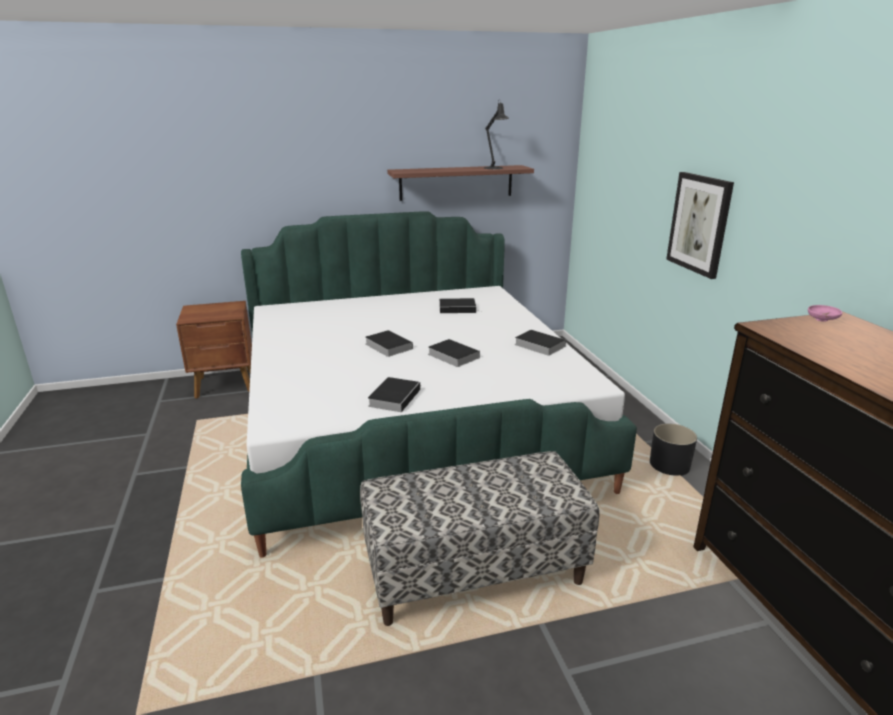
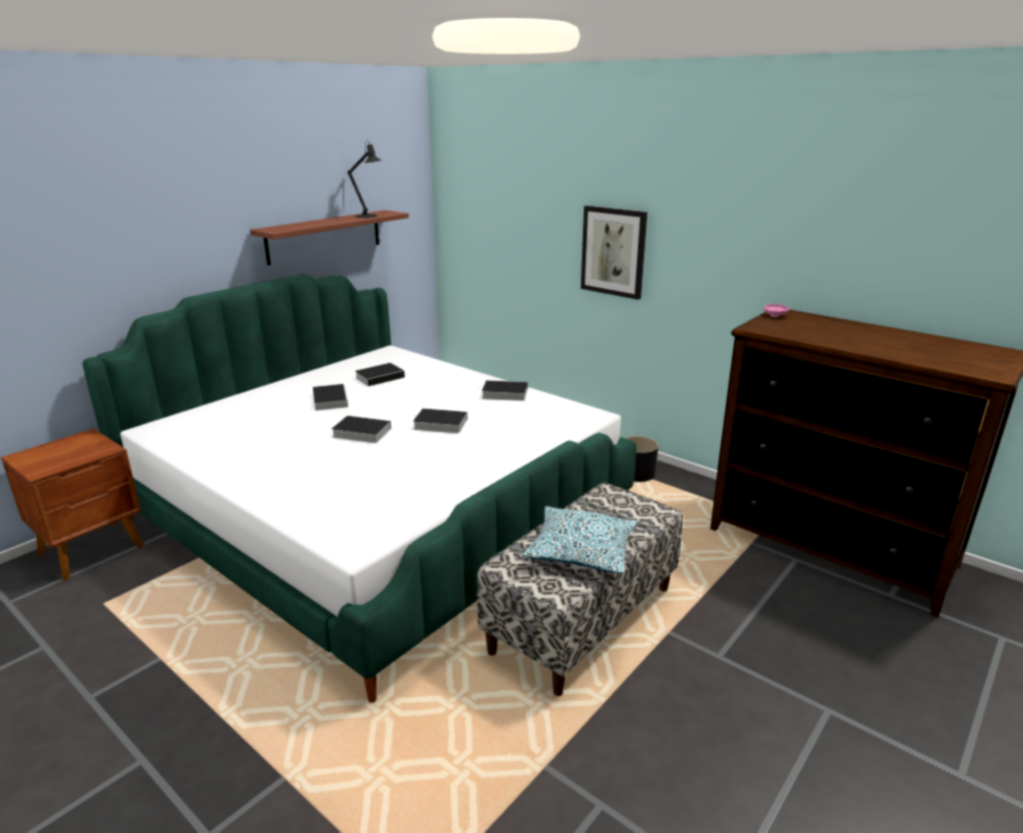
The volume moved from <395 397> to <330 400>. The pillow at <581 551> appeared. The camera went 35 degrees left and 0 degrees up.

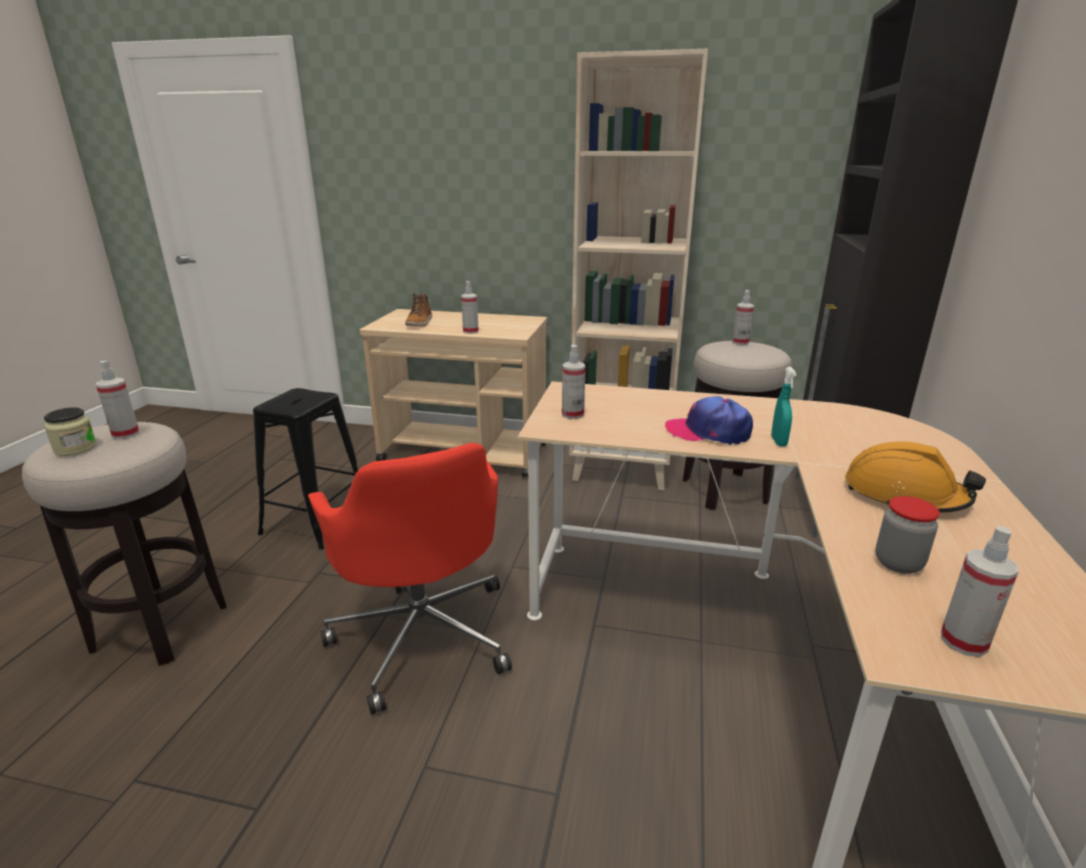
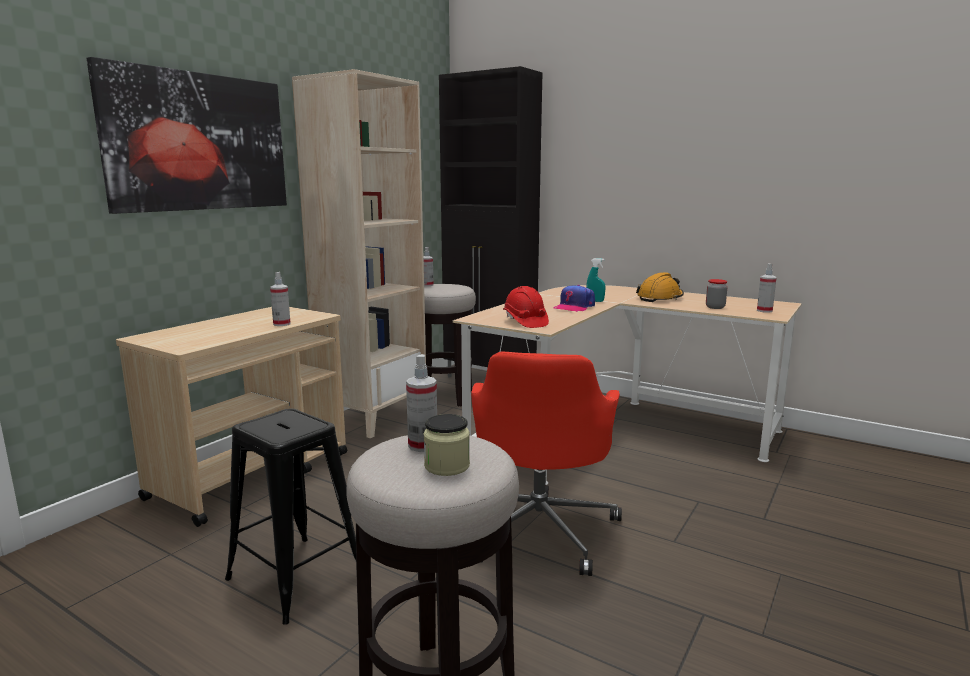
The desk chair (red) at <423 633> turned 105 degrees clockwise. The tall boot at <420 323> disappeared. The sprayer at <572 414> was replaced by the safety helmet (red) at <525 322>. The wall art at <199 142> appeared. The camera went 70 degrees left and 10 degrees down.

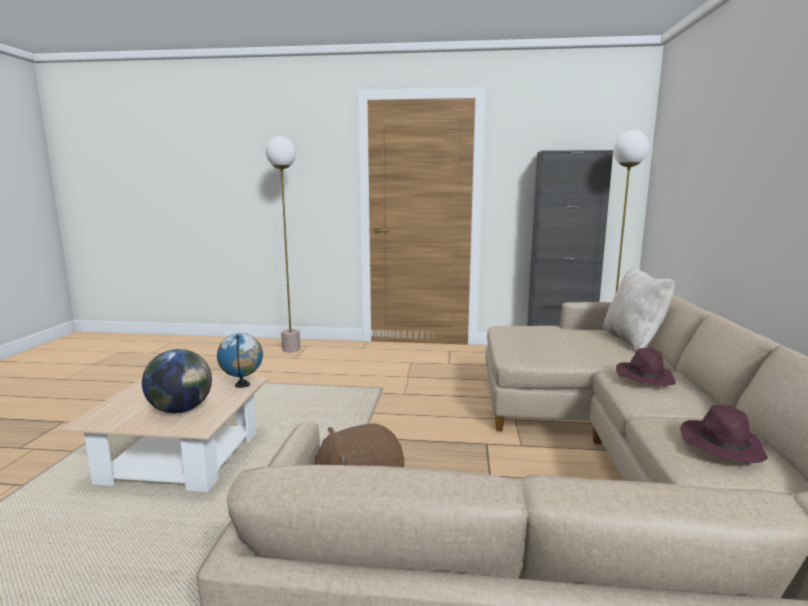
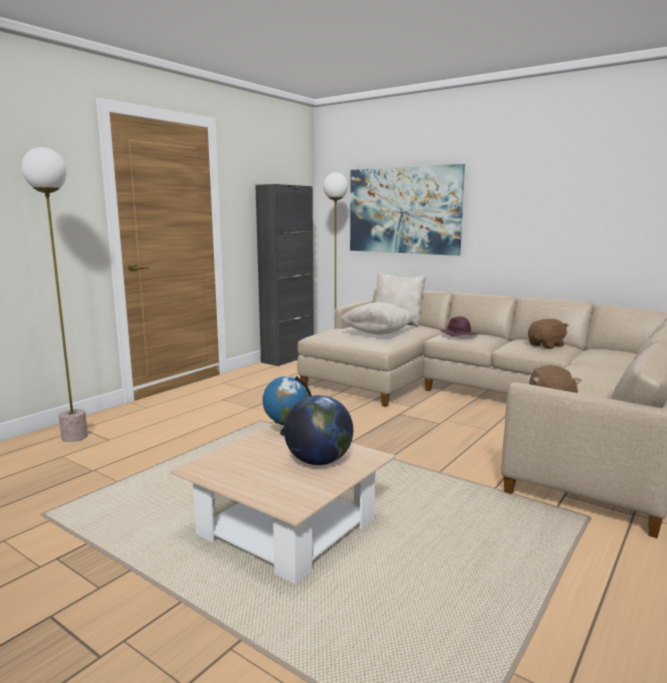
The wearable hat (purple-coloured) at <721 445> was replaced by the soft toy (brown) at <546 345>. The pillow (beige-coloured) at <378 333> appeared. The wall art at <403 210> appeared. The camera went 60 degrees left and 0 degrees up.

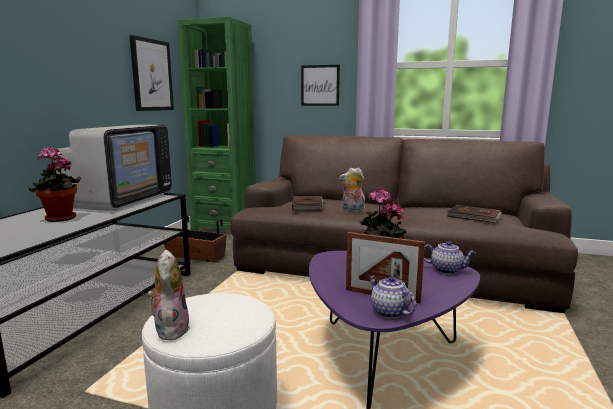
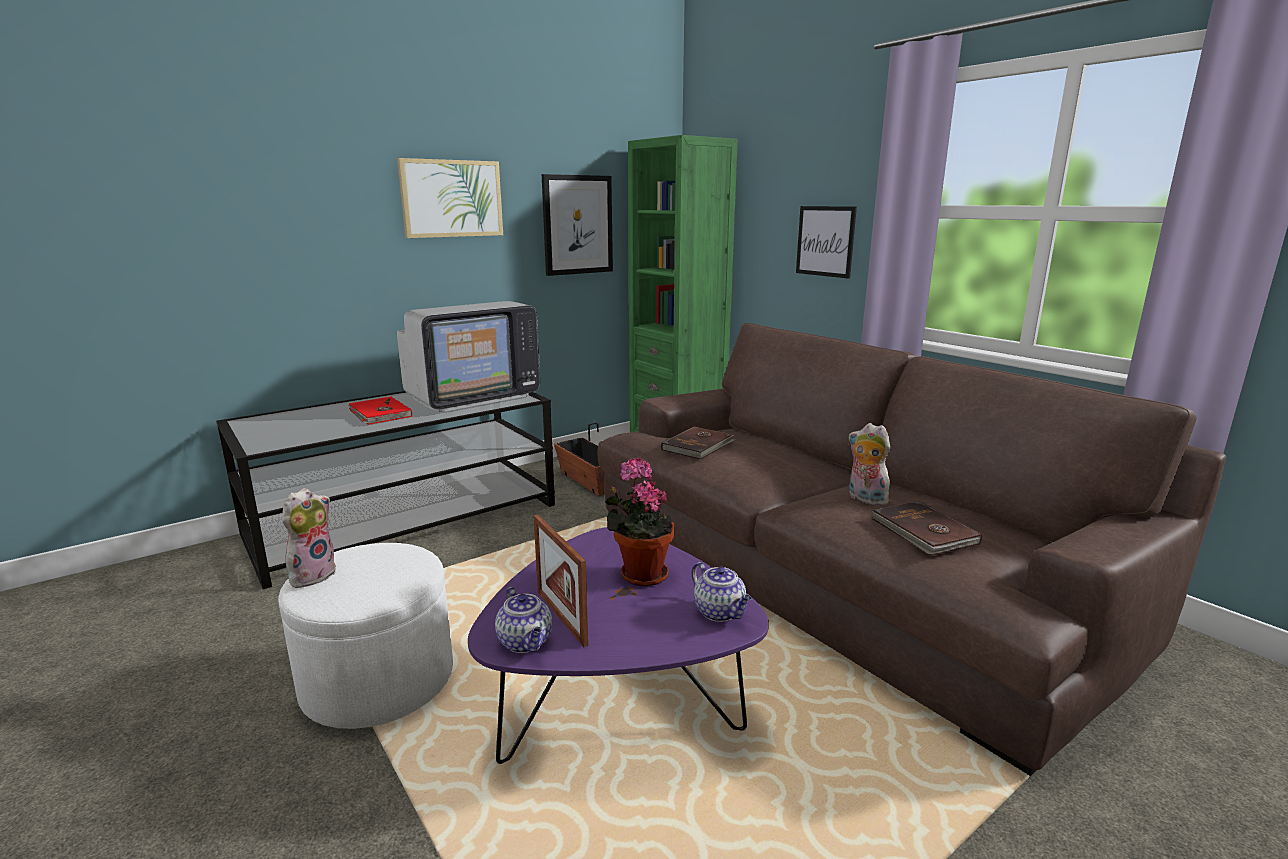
The houseplant at <60 219> was replaced by the volume (red) at <379 414>. The soft toy moved from <352 211> to <865 499>. The pot for tea at <389 312> turned 150 degrees clockwise. The wall art at <452 198> appeared. The camera went 35 degrees right and 5 degrees up.

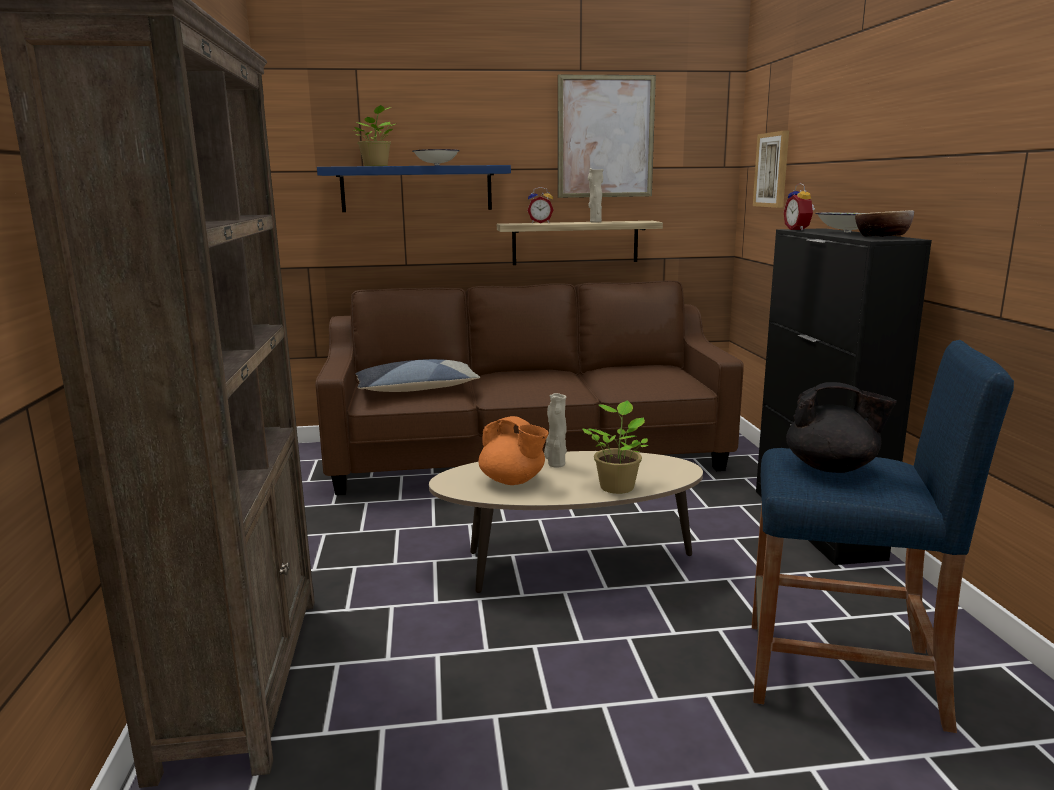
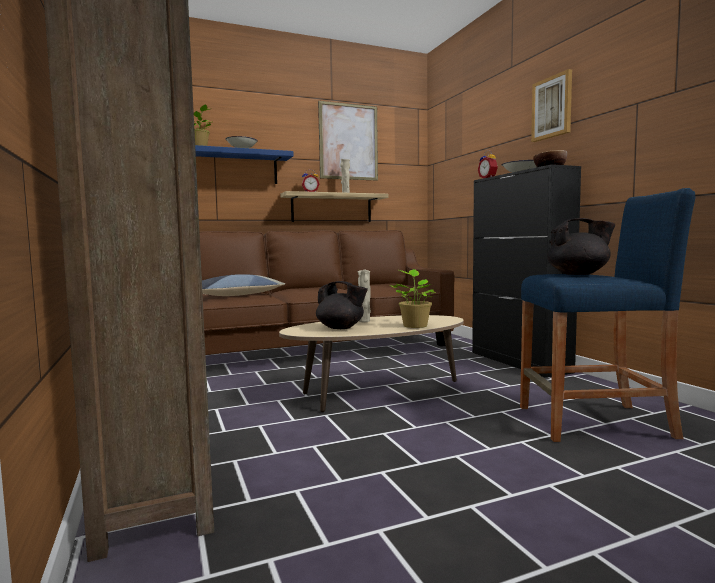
The pot for tea (orange-coloured) at <513 481> became the pot for tea (blackish) at <341 328>. The wall art moved from <772 170> to <552 107>. The camera went 15 degrees left and 10 degrees down.

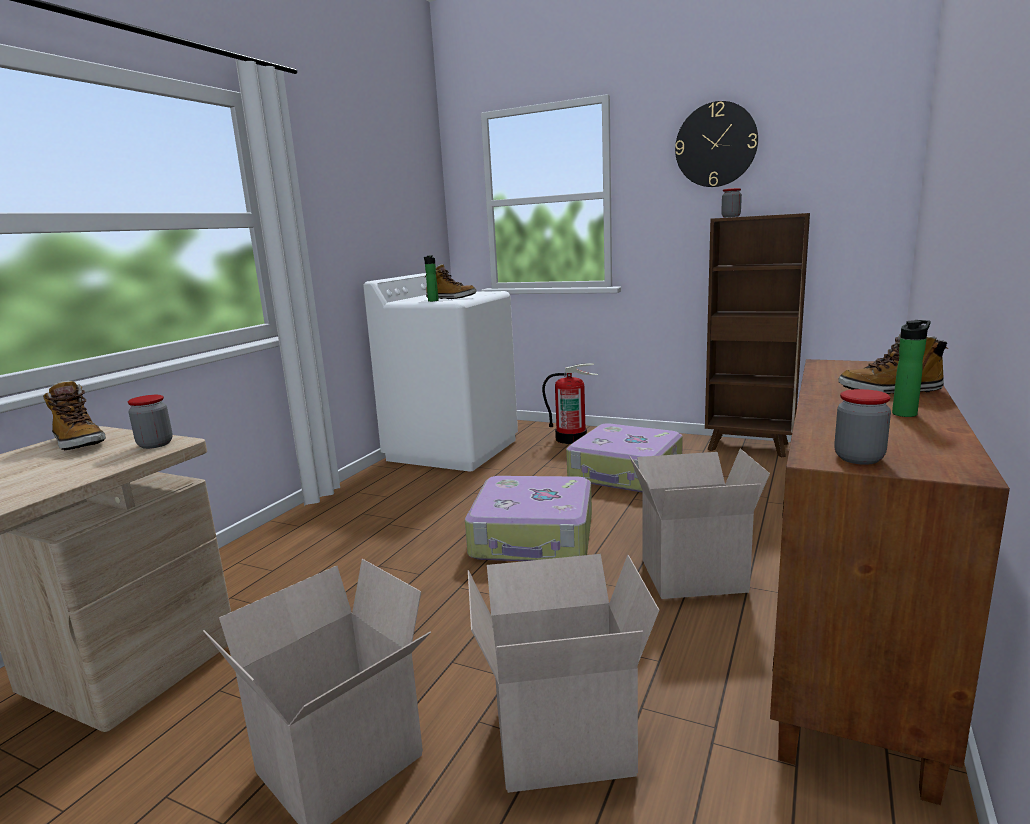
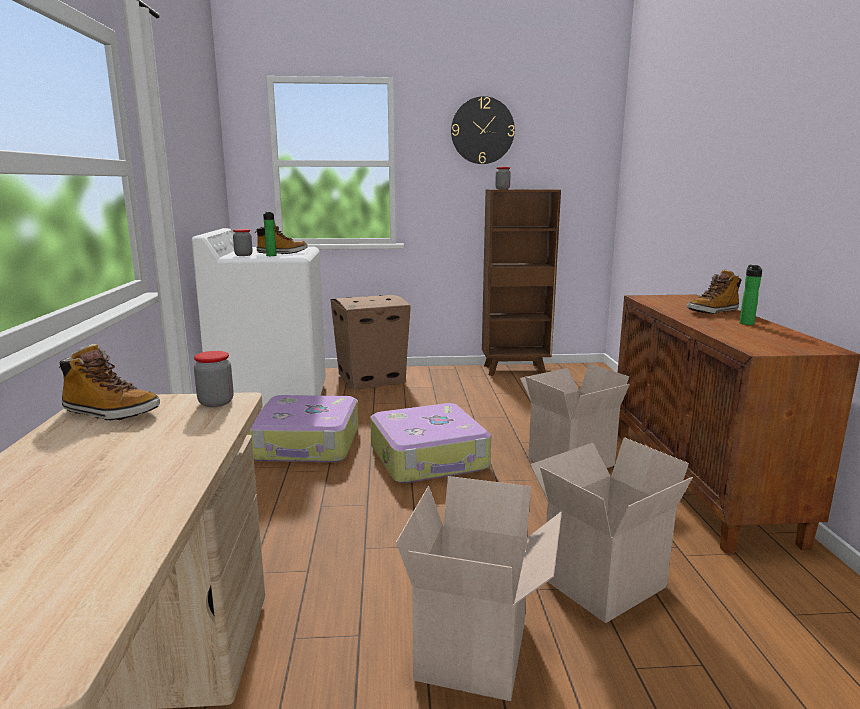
The fire extinguisher at <571 438> was replaced by the carton at <372 378>. The suitcase moved from <625 473> to <307 444>. The jar moved from <859 458> to <243 255>. The camera went 30 degrees left and 0 degrees up.

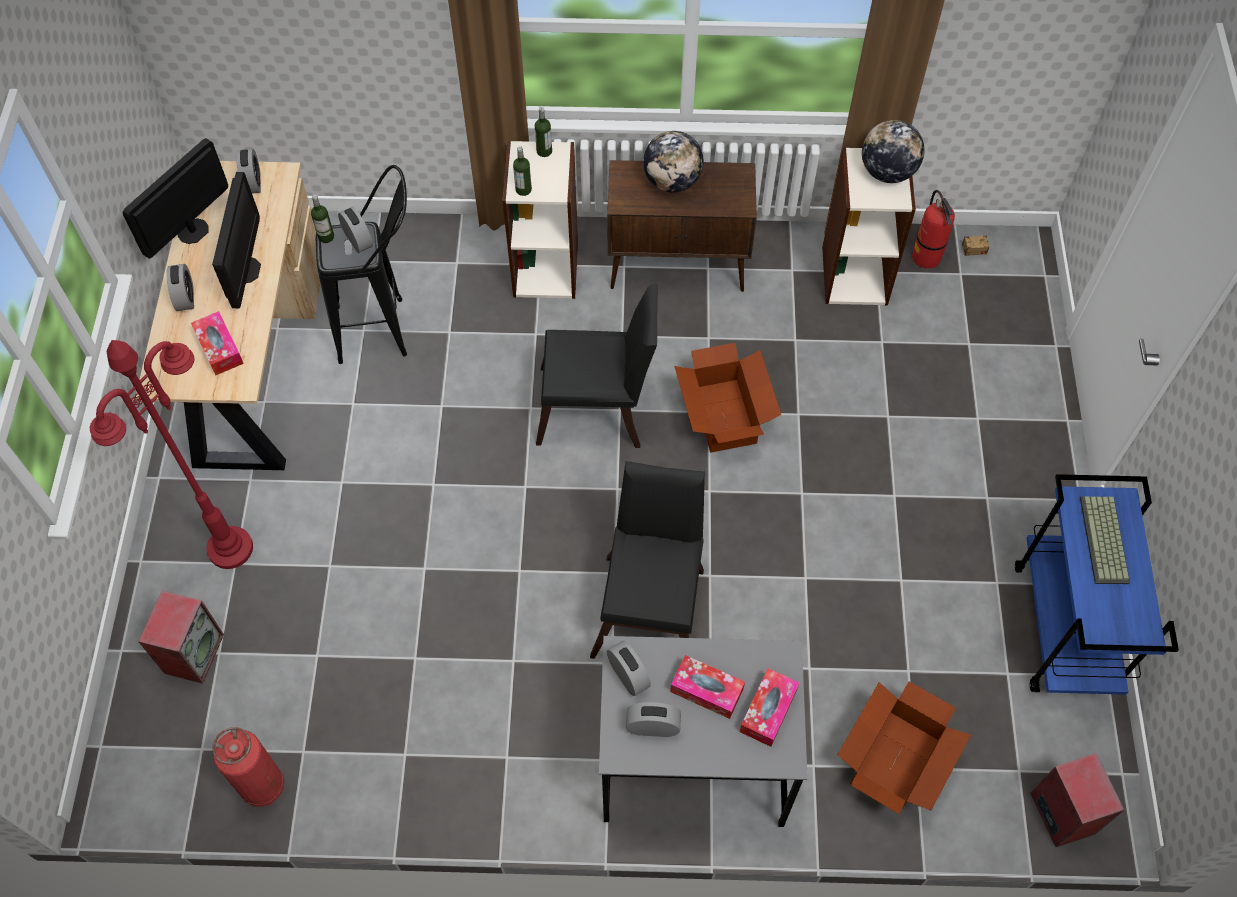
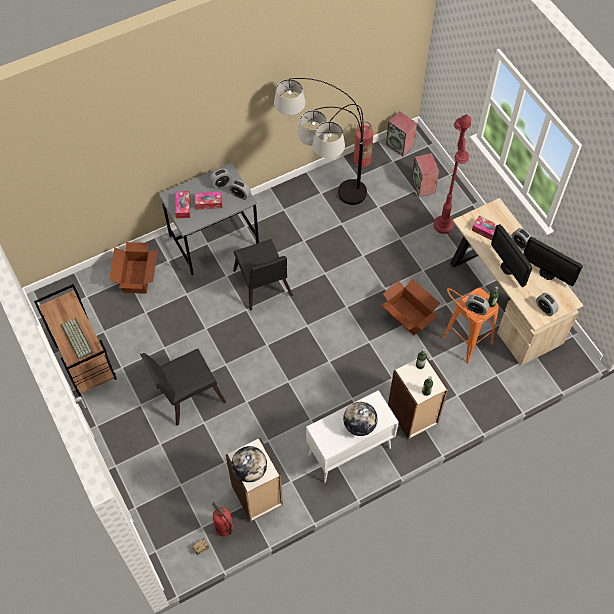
The monitor at <193 231> turned 120 degrees clockwise. The sitting stool (blackish) at <385 329> became the sitting stool (orange-coloured) at <461 344>. The plain chair (blackish) moved from <599 409> to <186 395>. The storage cabinet (brown) at <678 267> became the storage cabinet (whitish) at <349 452>. The carton moved from <724 415> to <408 316>. The cart (blue) at <1065 629> became the cart (brown) at <85 362>. The speaker moved from <1061 812> to <400 145>. The standard lamp at <323 210> appeared. The camera went 150 degrees right and 0 degrees up.

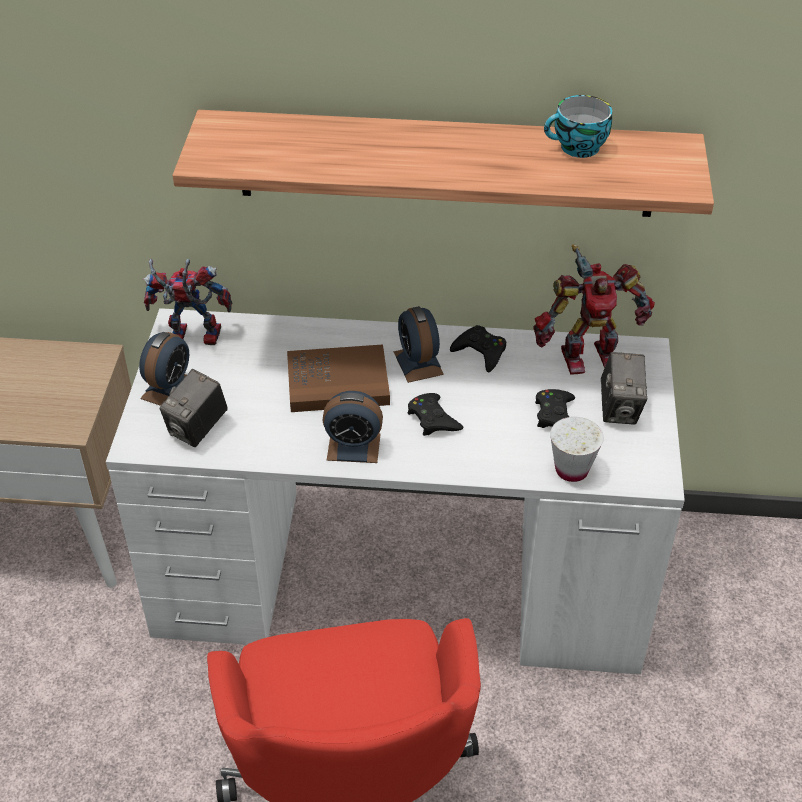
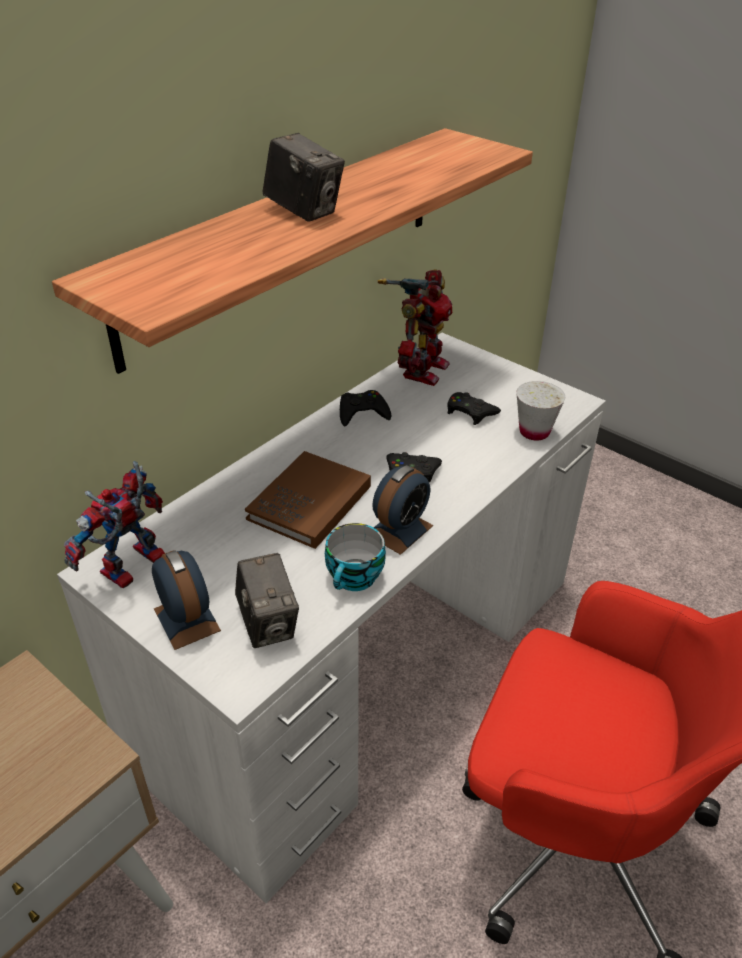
The alarm clock at <418 363> disappeared. The small cup moved from <577 148> to <355 579>. The photo camera moved from <620 409> to <304 211>. The camera went 55 degrees left and 5 degrees down.

